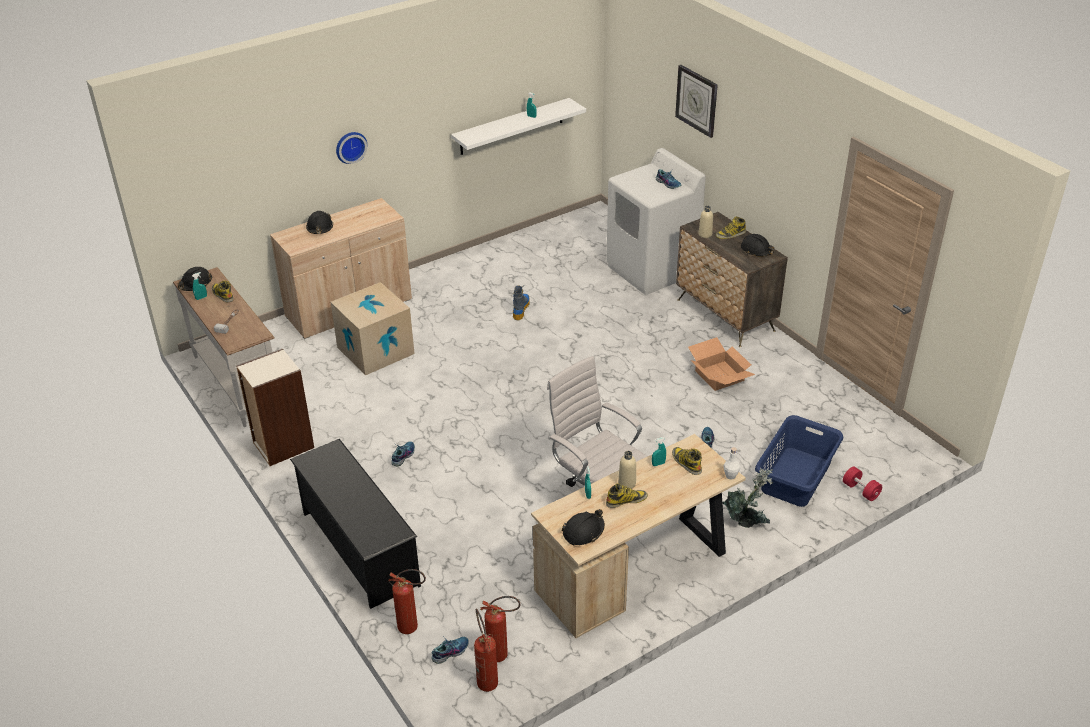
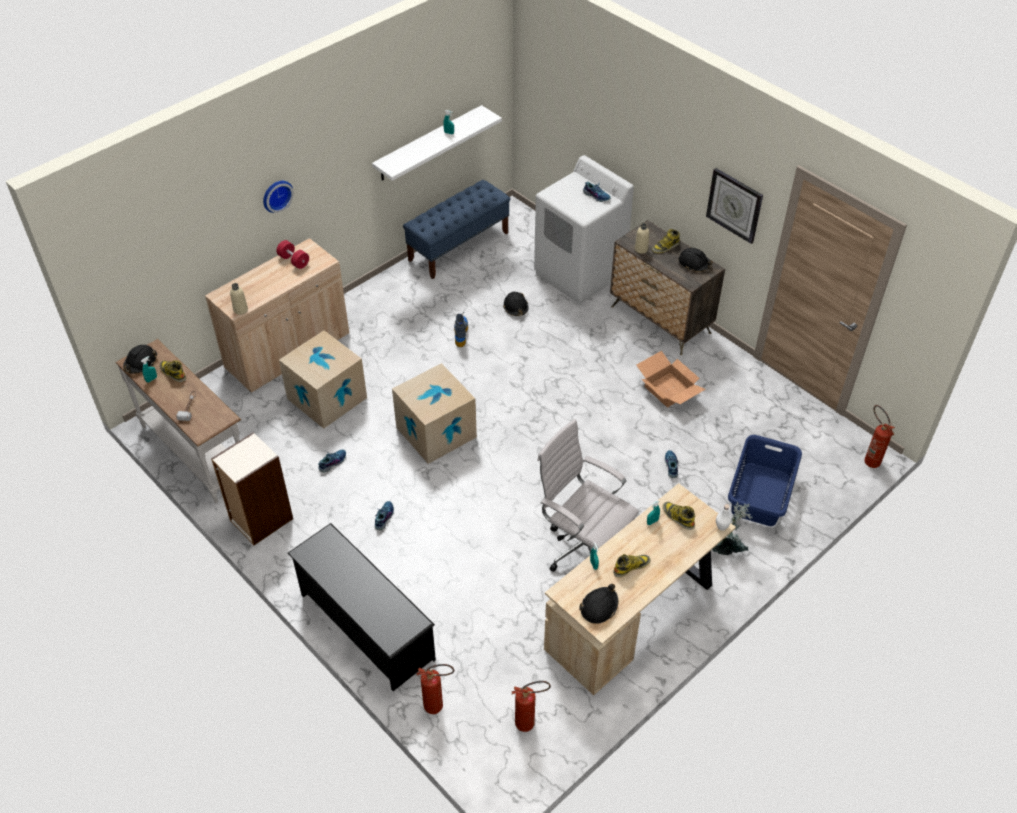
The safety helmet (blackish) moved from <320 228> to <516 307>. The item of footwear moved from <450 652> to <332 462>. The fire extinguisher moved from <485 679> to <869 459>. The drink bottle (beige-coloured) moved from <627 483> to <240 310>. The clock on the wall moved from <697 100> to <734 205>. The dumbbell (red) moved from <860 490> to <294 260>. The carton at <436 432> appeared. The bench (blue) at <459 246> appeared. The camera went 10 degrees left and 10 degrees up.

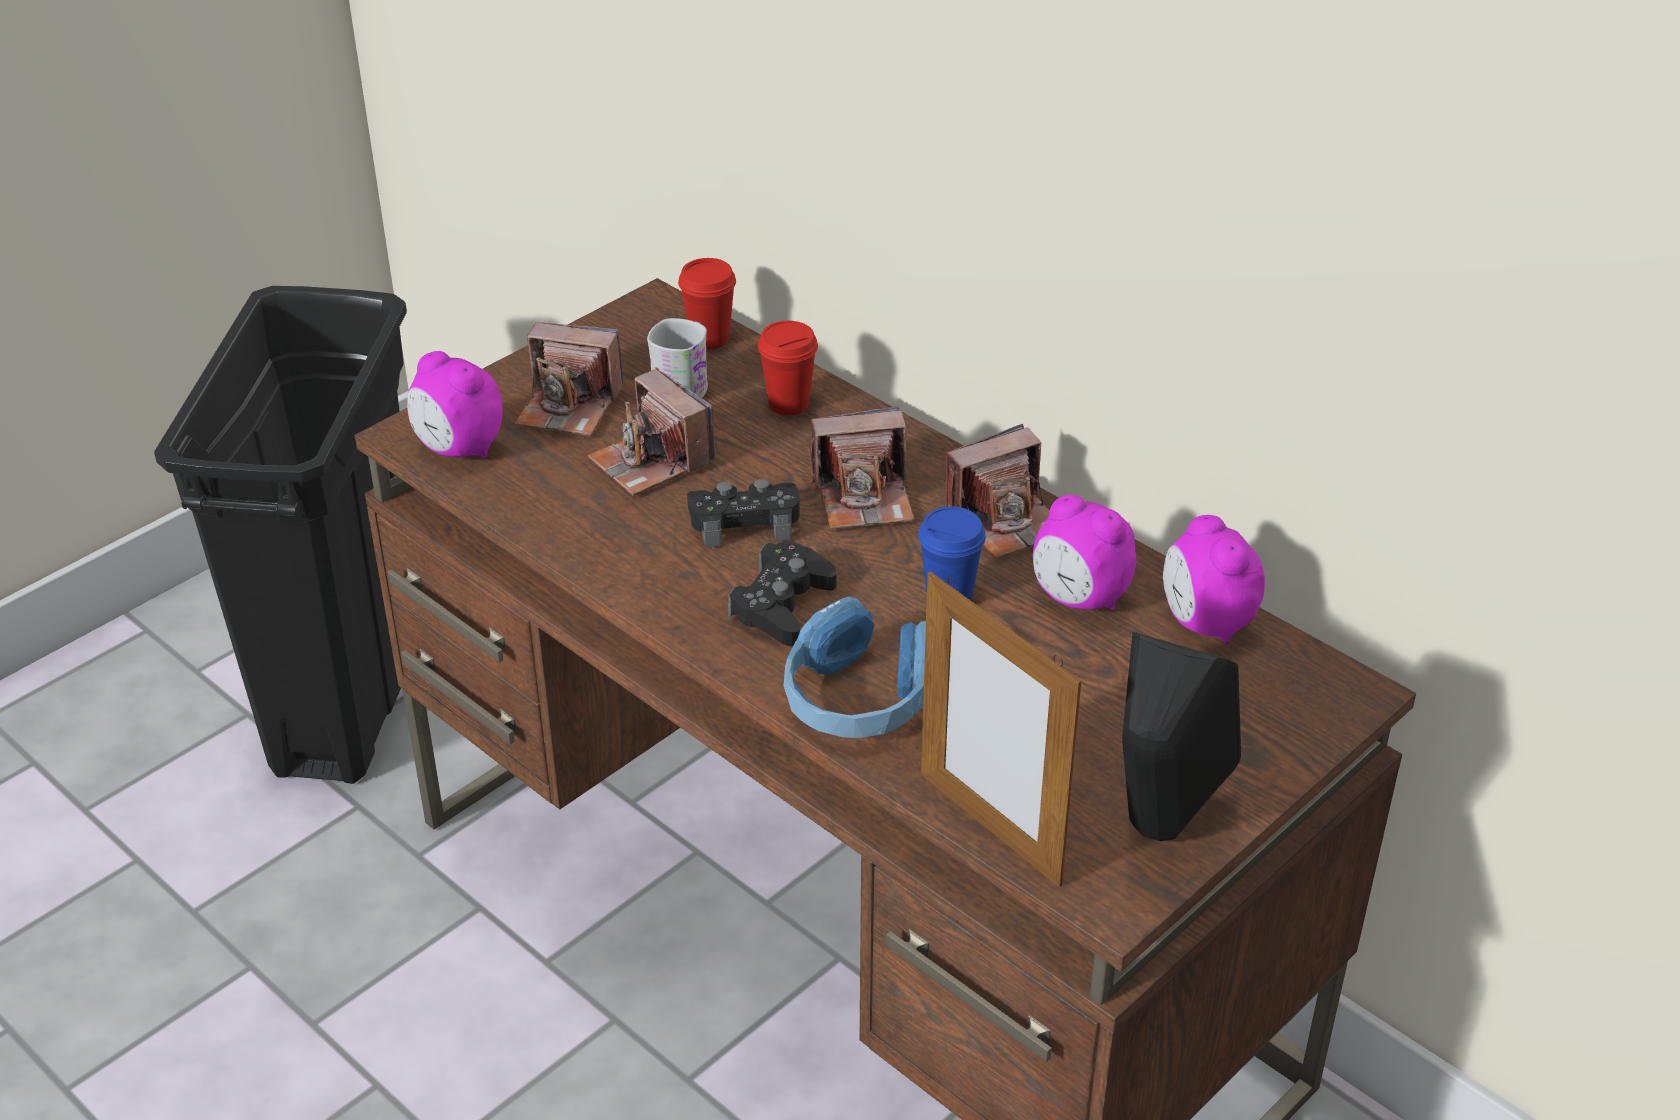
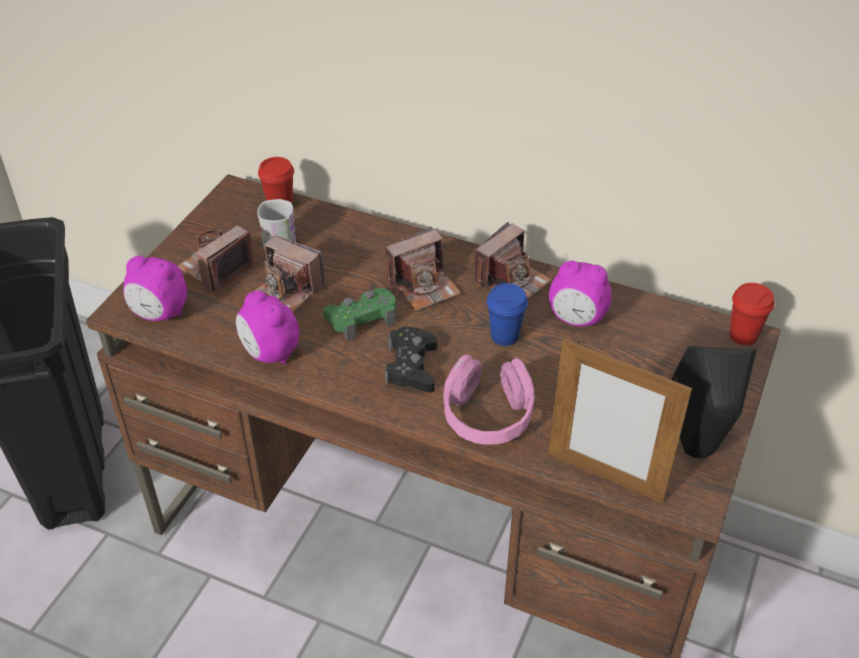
The photo camera at <569 407> turned 135 degrees clockwise. The game controller (blackish) at <744 522> became the game controller (green) at <361 318>. The small cup (red) moved from <788 404> to <743 336>. The headset (blue) at <859 698> became the headset (pink-coloured) at <487 414>. The alarm clock moved from <1205 623> to <270 353>. The camera went 20 degrees left and 5 degrees up.

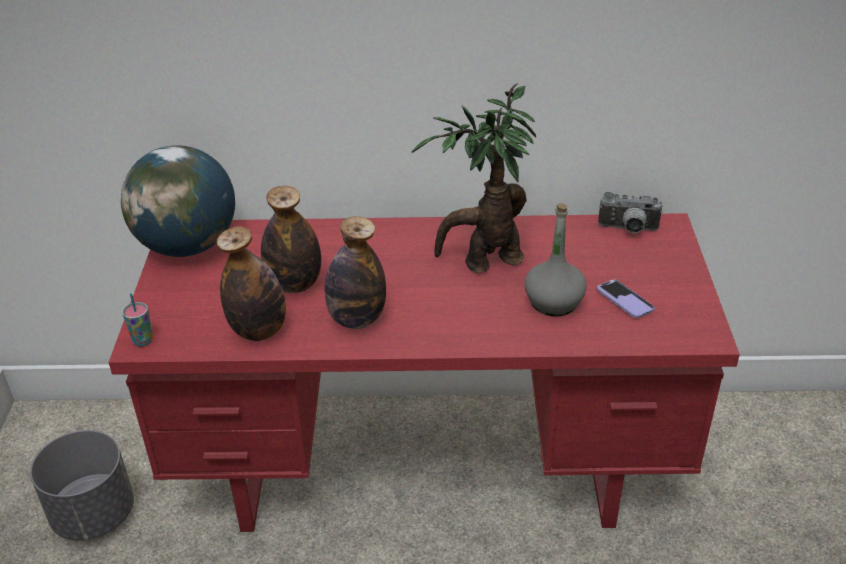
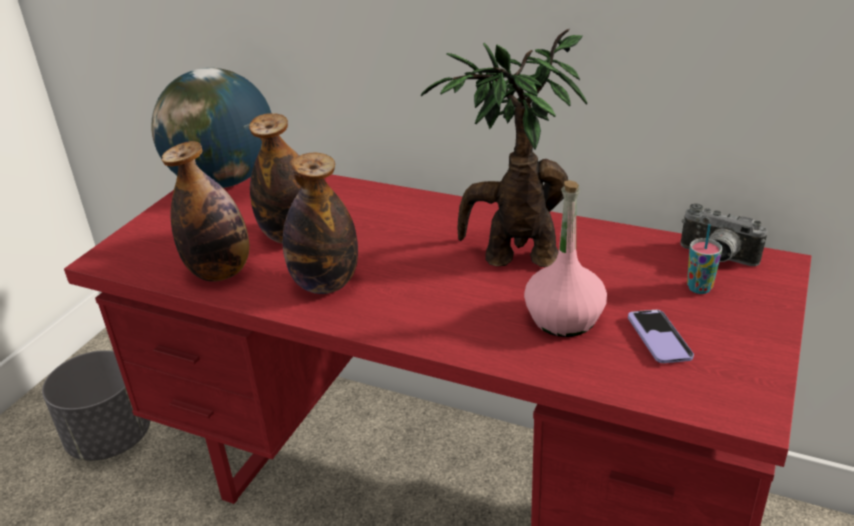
The small cup moved from <143 340> to <699 288>. The drink bottle (greyish) at <554 302> became the drink bottle (pink-coloured) at <564 319>. The camera went 25 degrees right and 5 degrees down.

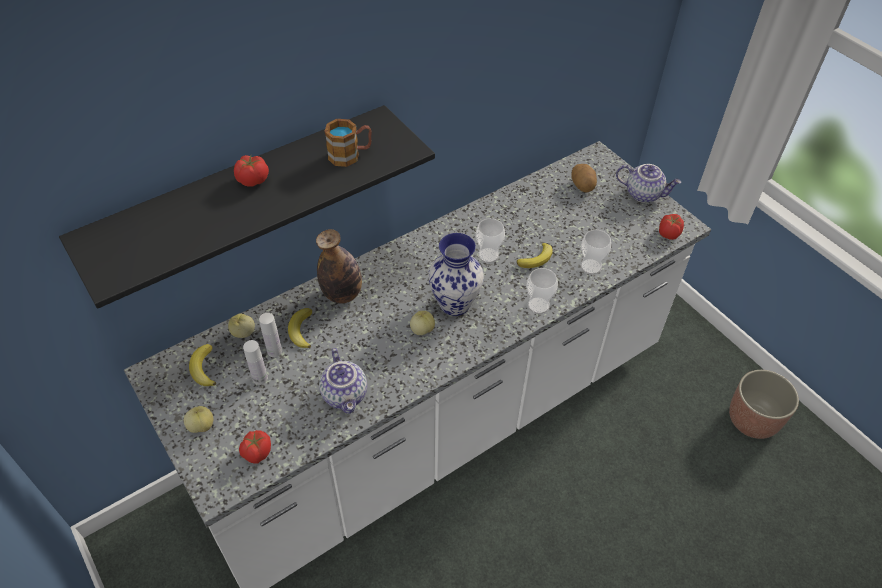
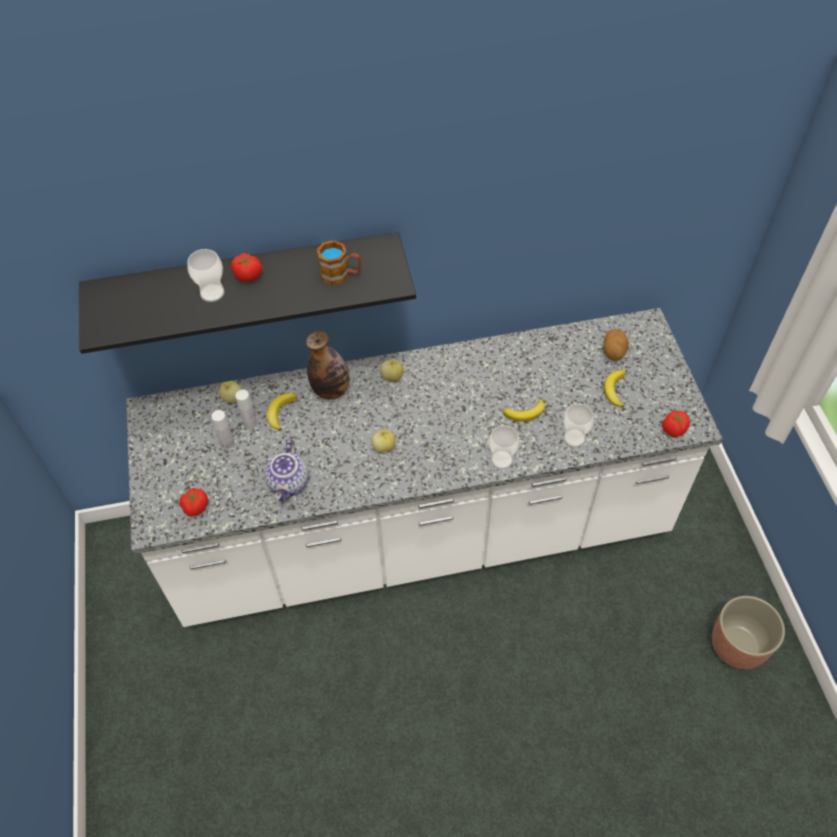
The apple moved from <201 426> to <392 376>. The banana fruit moved from <203 368> to <614 390>. The flower vase at <455 304> disappeared. The small cup moved from <488 255> to <212 293>. The pot for tea at <644 194> disappeared. The camera went 25 degrees right and 5 degrees up.

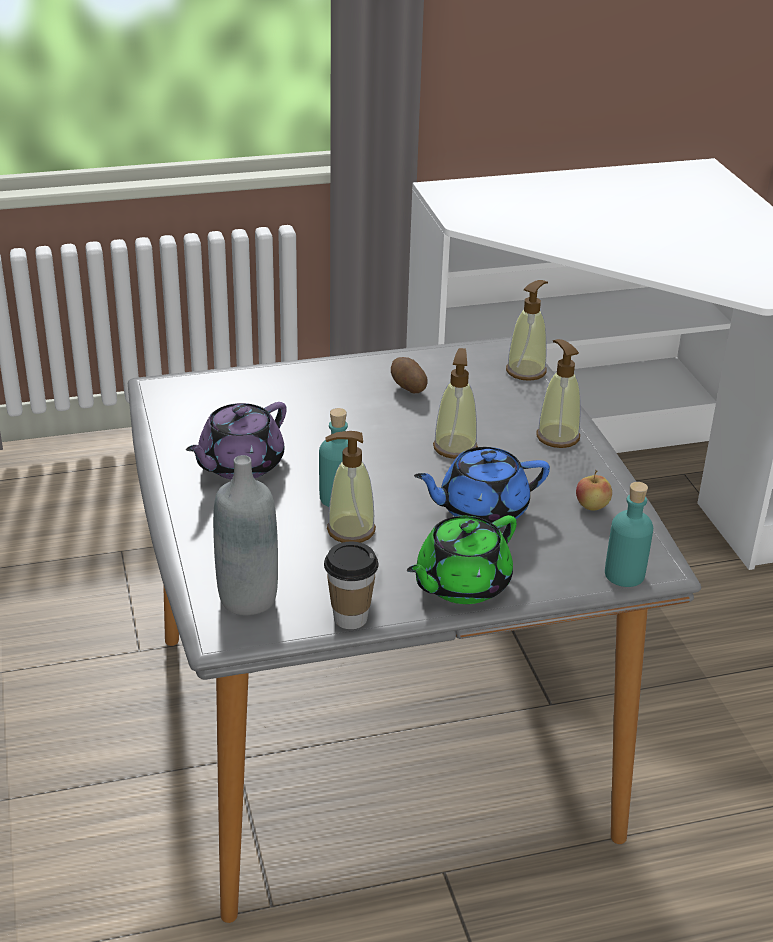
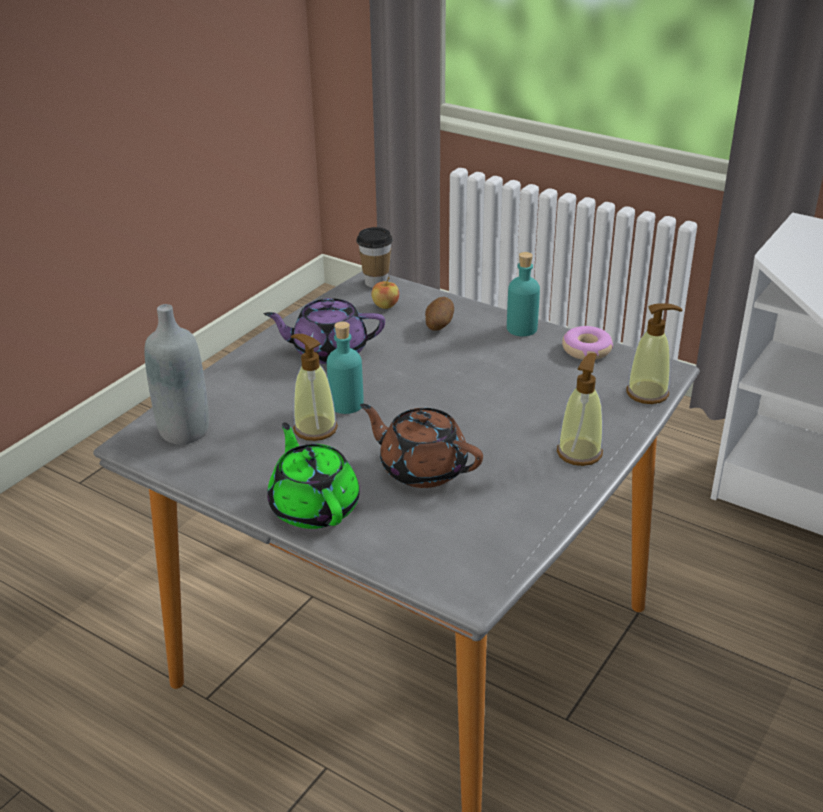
The small cup moved from <350 618> to <376 282>. The whole potato moved from <408 388> to <438 326>. The pot for tea (green) at <461 584> turned 60 degrees clockwise. The pot for tea (blue) at <481 510> became the pot for tea (brown) at <422 468>. The liquid soap bottle at <455 447> disappeared. The apple moved from <591 506> to <385 306>. The drink bottle (turquoise-coloured) moved from <624 574> to <521 328>. The ring doughnut at <586 350> appeared. The camera went 50 degrees right and 0 degrees up.

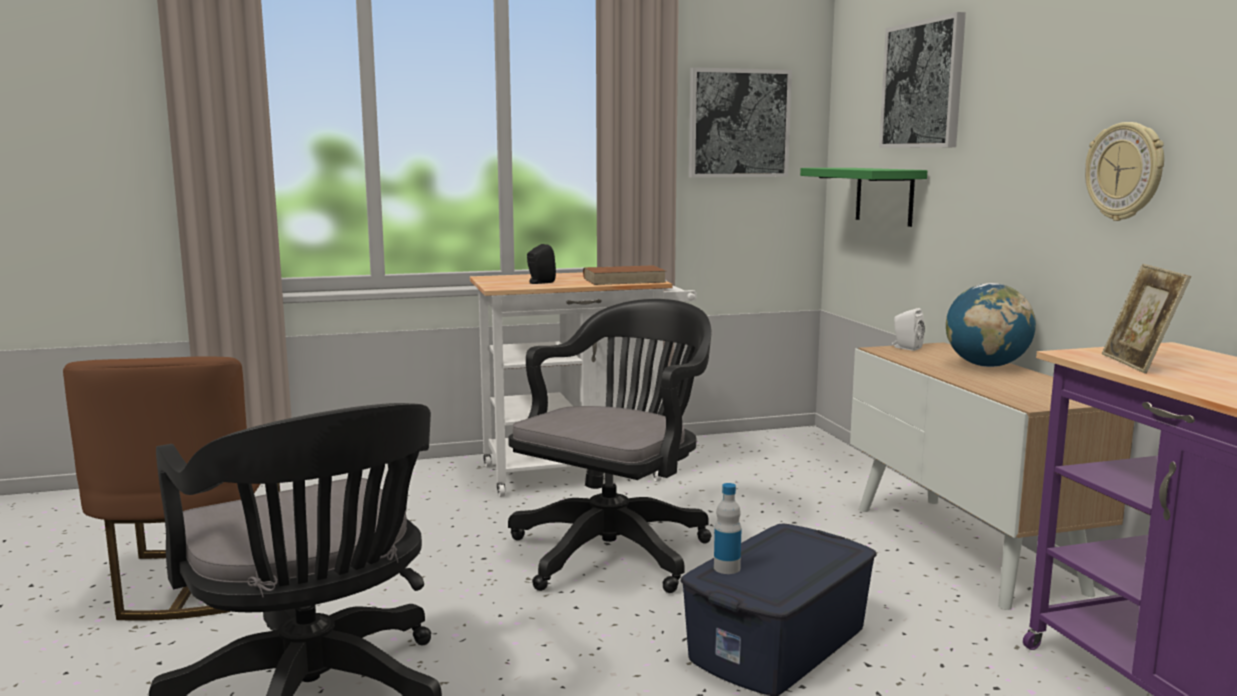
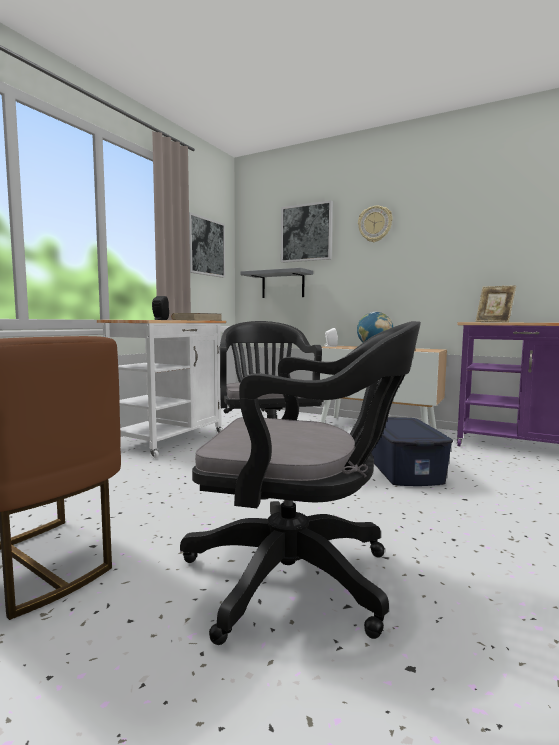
The drink bottle at <727 568> disappeared. The bracket shelf (green) at <884 196> became the bracket shelf (greyish) at <283 285>. The clock on the wall moved from <1125 171> to <375 224>. The camera went 45 degrees left and 5 degrees down.

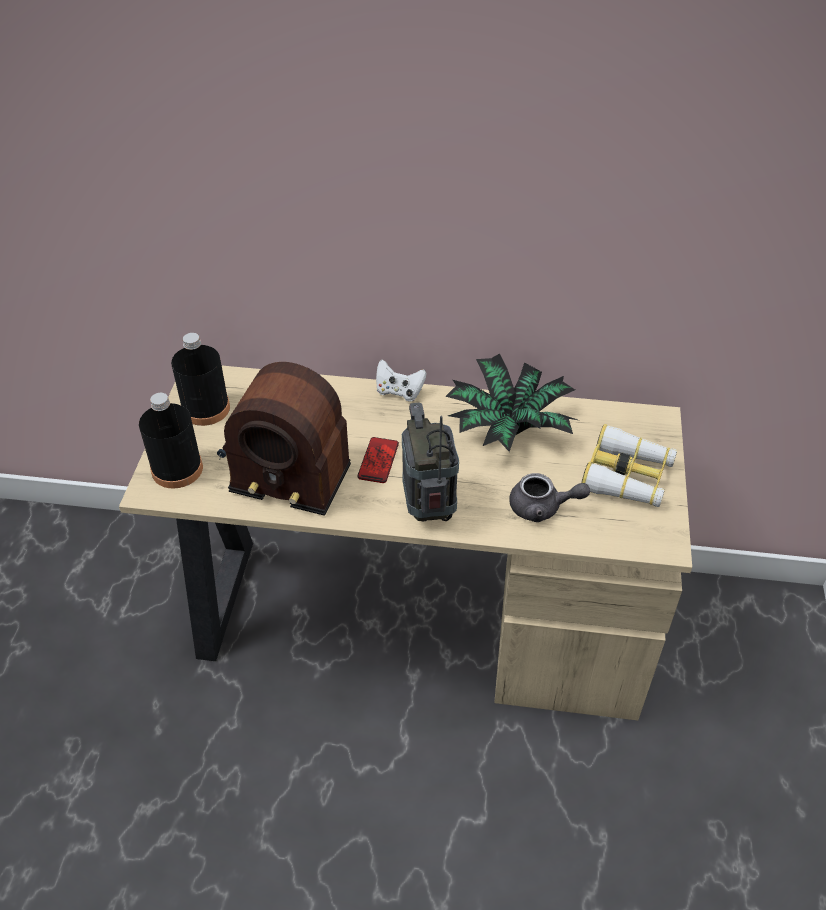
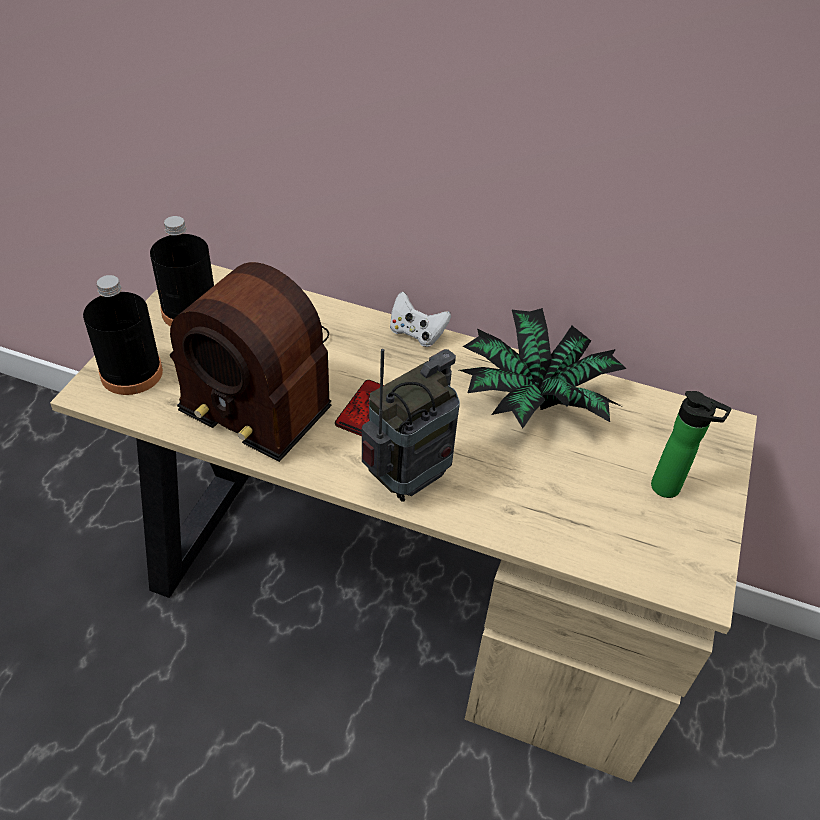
The radio set at <429 509> turned 45 degrees clockwise. The pot for tea (greyish) at <542 508> disappeared. The pair of binoculars at <627 476> was replaced by the drink bottle at <670 489>. The camera went 10 degrees right and 0 degrees up.

